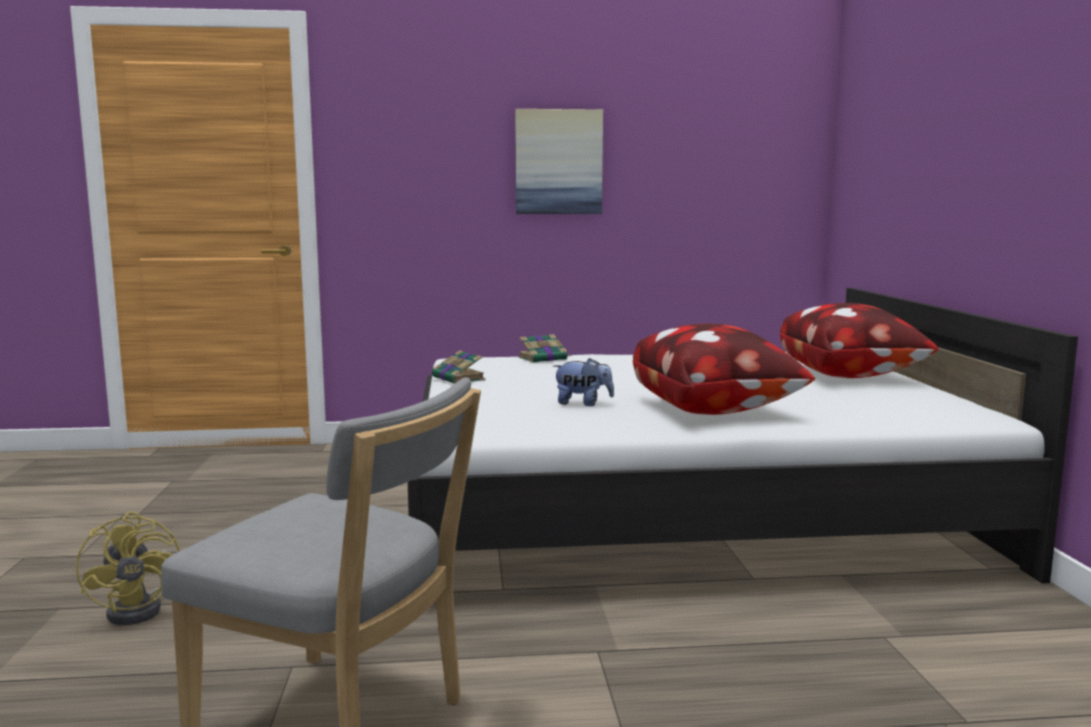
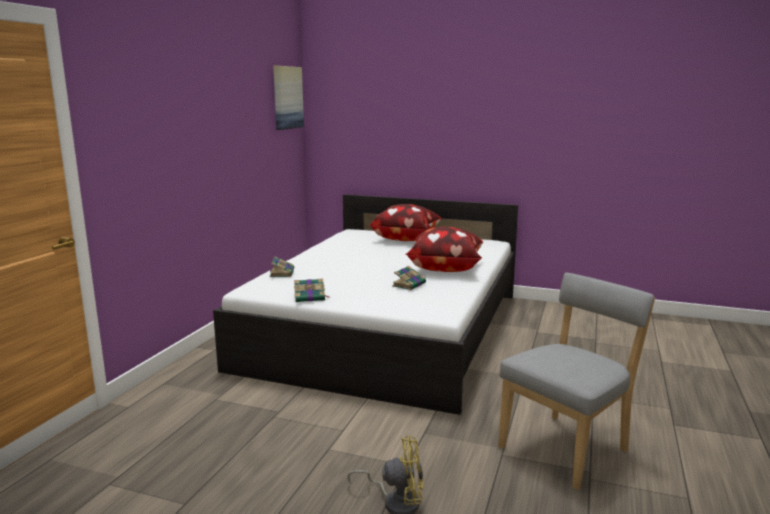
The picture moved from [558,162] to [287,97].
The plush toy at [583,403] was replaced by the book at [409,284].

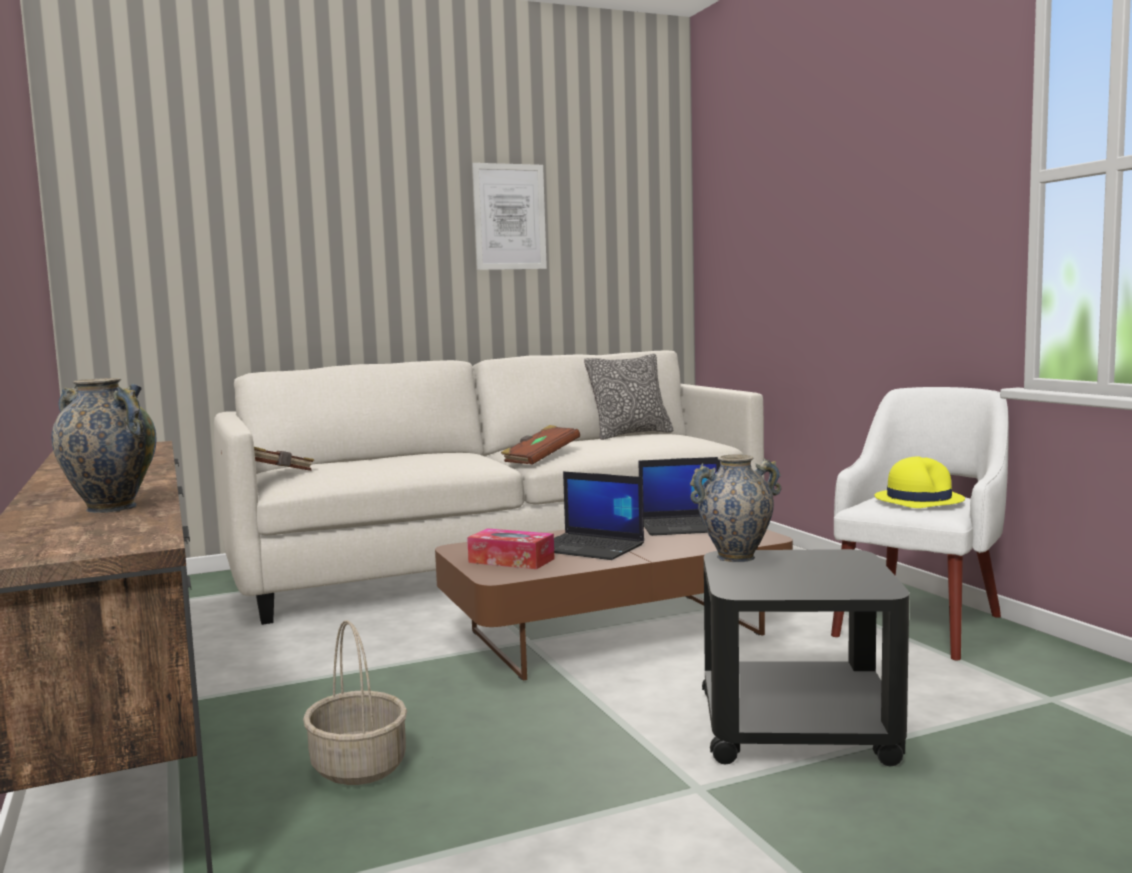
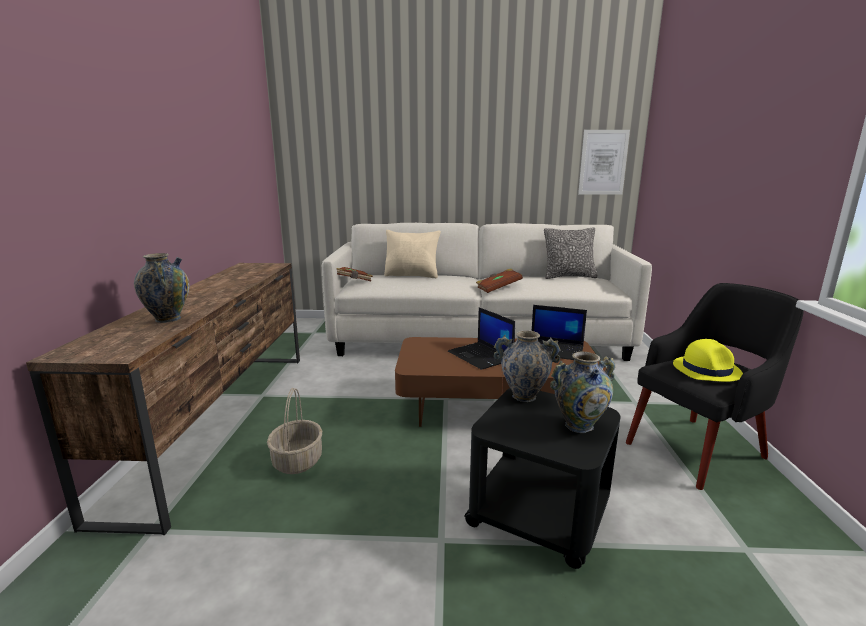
The tissue box at [511,560] disappeared.
The pillow (beige) at [412,276] appeared.
The vase at [579,426] appeared.
The picture moved from [509,217] to [603,162].
The armchair (white) at [921,624] became the armchair (black) at [698,449].

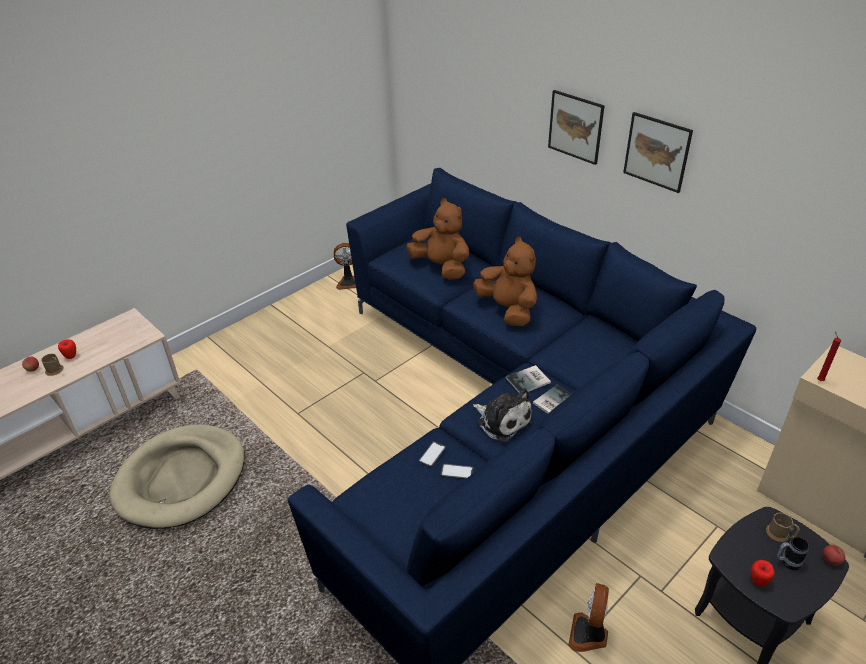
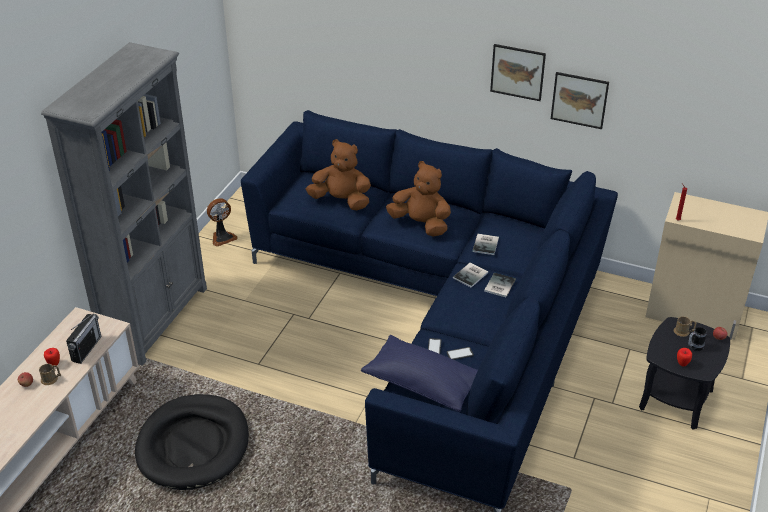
The plush toy at [502,421] disappeared.
The fan at [589,634] disappeared.
The bookcase (grey) at [156,319] appeared.
The radio at [86,349] appeared.
The pillow (blue) at [423,383] appeared.
The book at [486,244] appeared.
The picture moved from [575,127] to [579,100].
The dog bed (beige) at [181,479] became the dog bed (black) at [193,445].

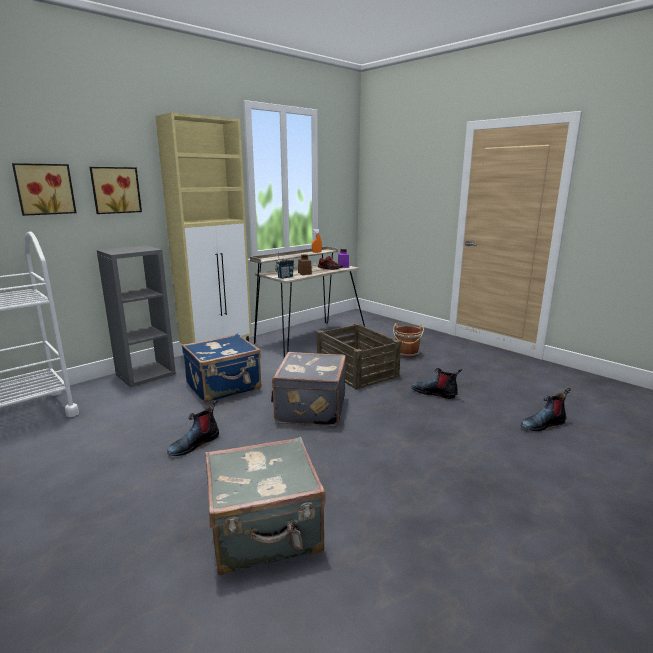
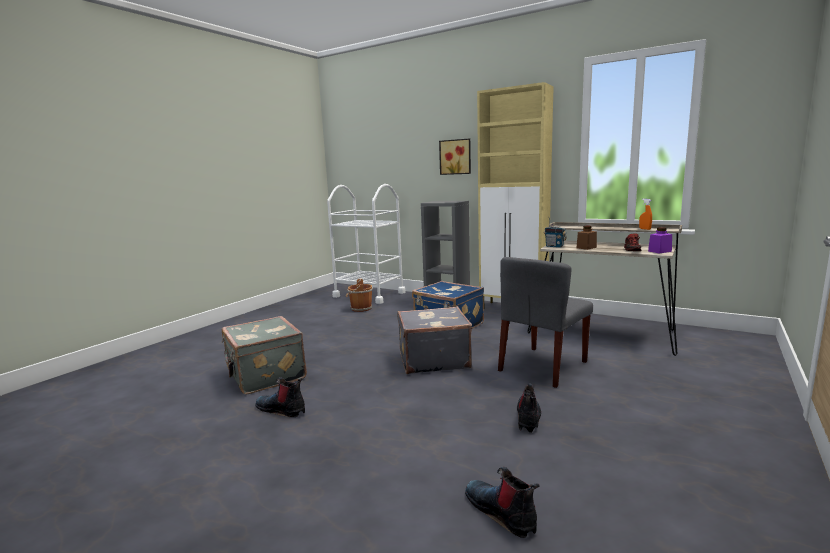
The picture at [44,189] disappeared.
The boot moved from [194,444] to [282,410].
The bucket (brown) moved from [407,353] to [360,308].
The crate at [356,371] was replaced by the chair (grey) at [543,366].

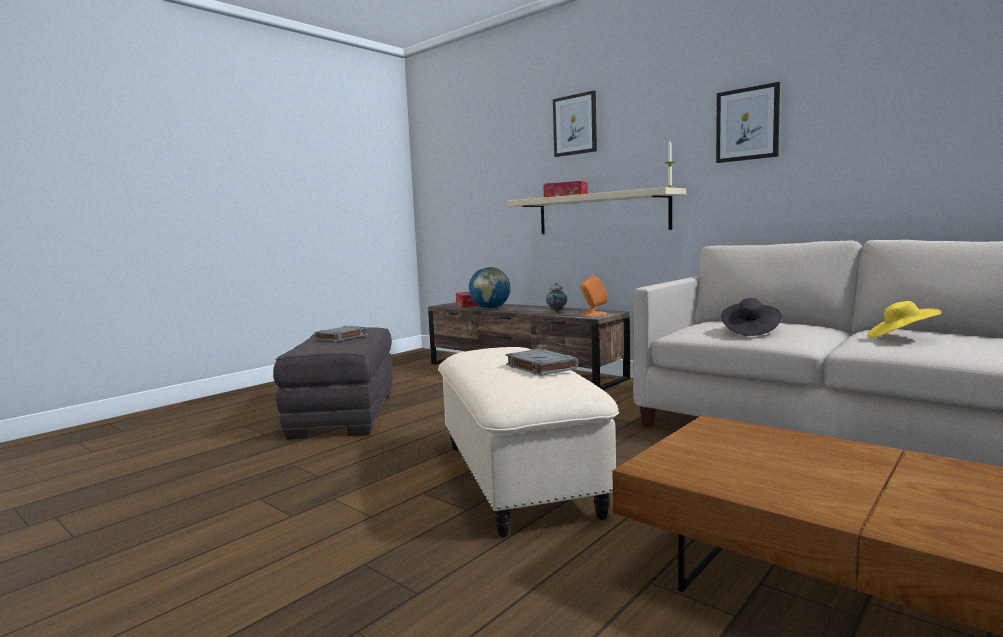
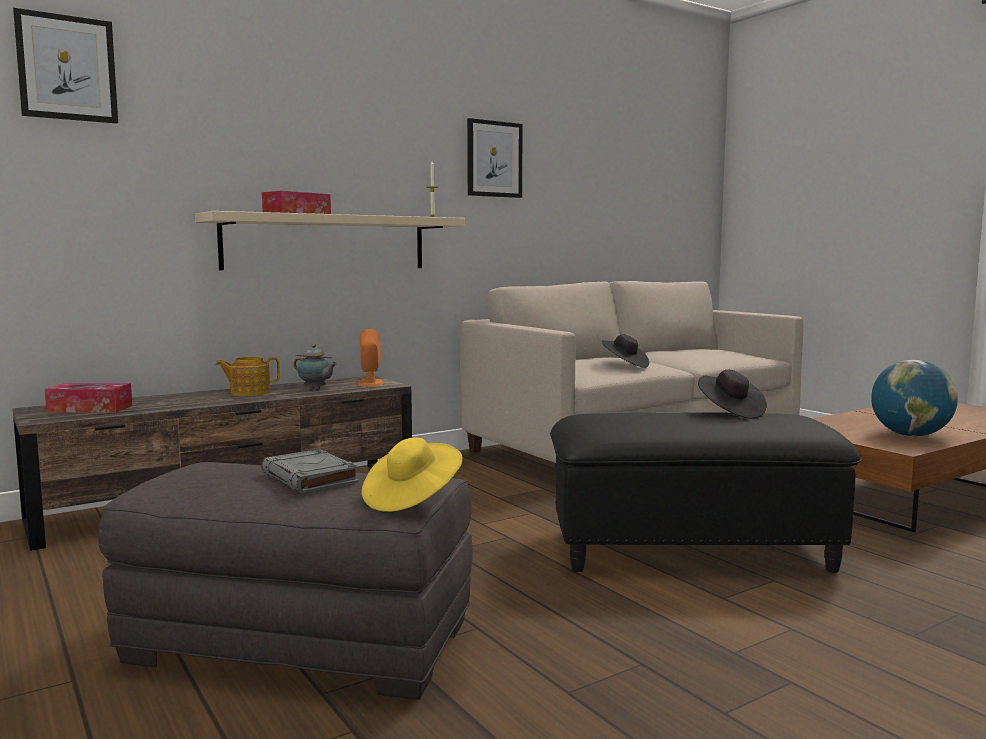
The teapot at [249,392] appeared.
The globe moved from [490,308] to [910,435].
The picture moved from [575,125] to [67,68].
The hat (yellow) moved from [900,337] to [412,499].
The book (grey) at [540,367] was replaced by the hat (black) at [730,412].
The ottoman (beige) at [520,478] became the ottoman (black) at [692,550].

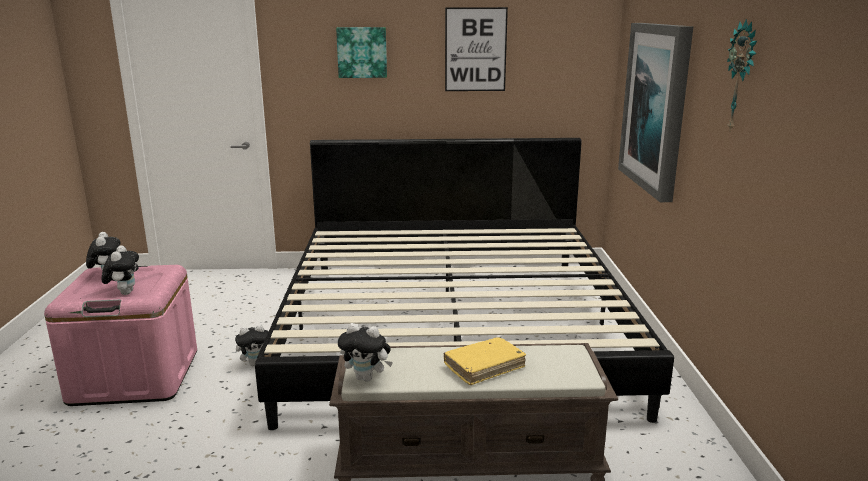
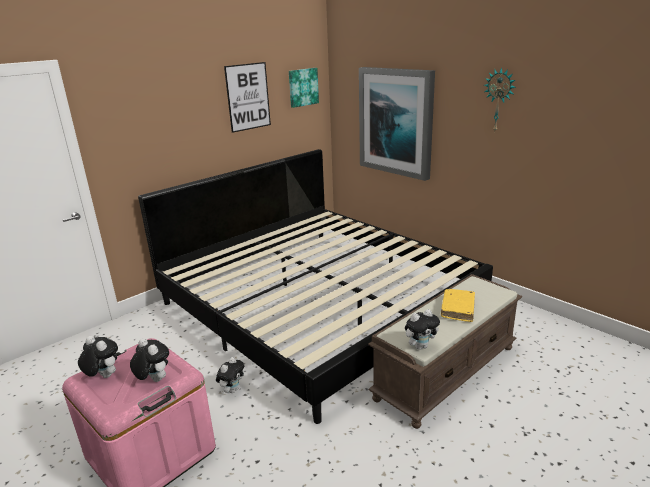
The picture moved from [362,52] to [303,87].

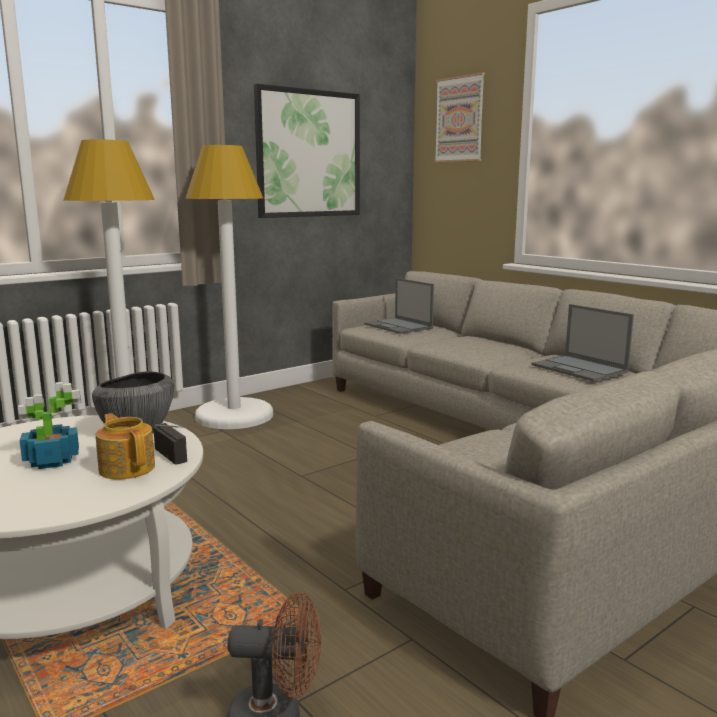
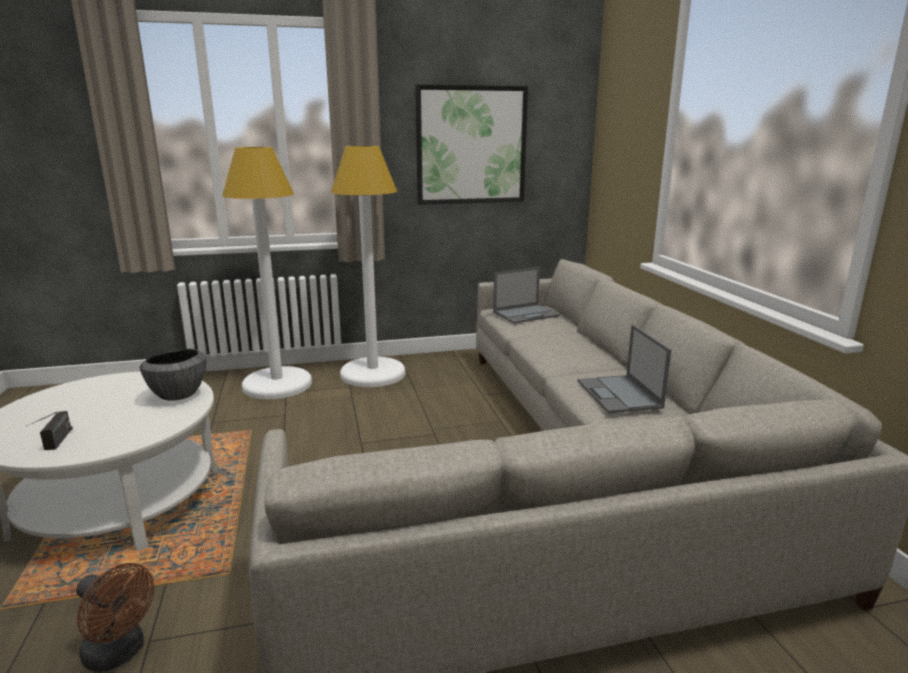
The potted plant at [51,460] disappeared.
The teapot at [127,468] disappeared.
The picture at [459,119] disappeared.
The radio moved from [178,459] to [55,445].
The laptop at [399,326] turned 105 degrees counterclockwise.

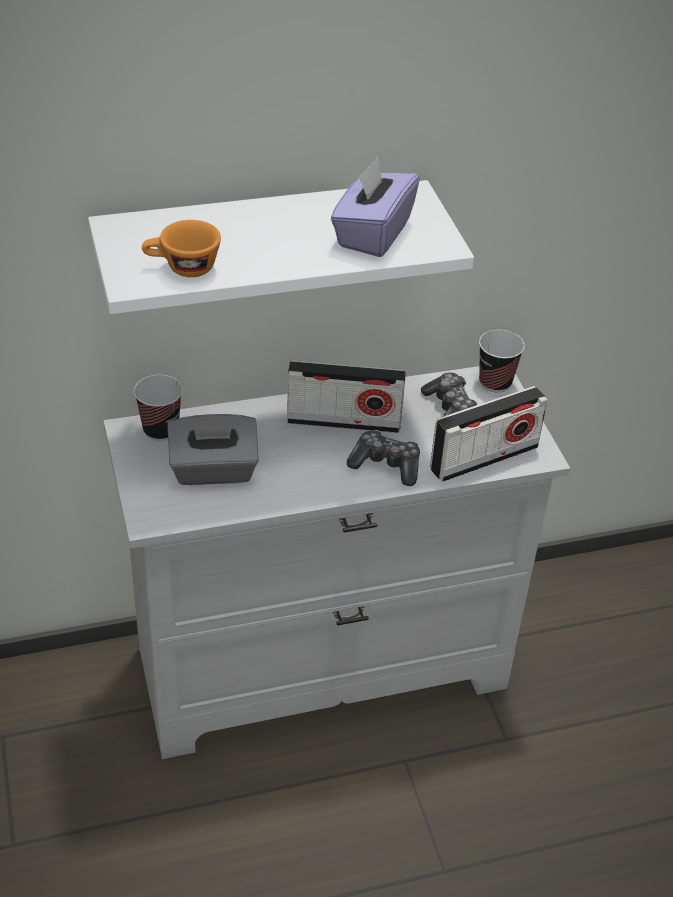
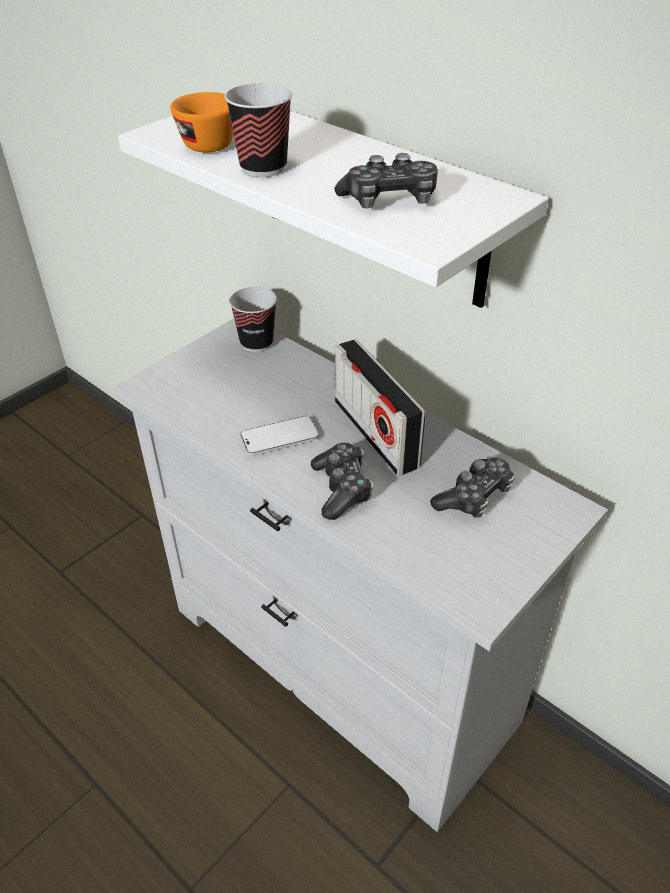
The tissue box (grey) at [213,471] disappeared.
The radio at [484,458] disappeared.
The phone at [279,437] appeared.
The cup moved from [495,382] to [263,168].
The tissue box (purple) at [372,234] was replaced by the game controller at [389,201].

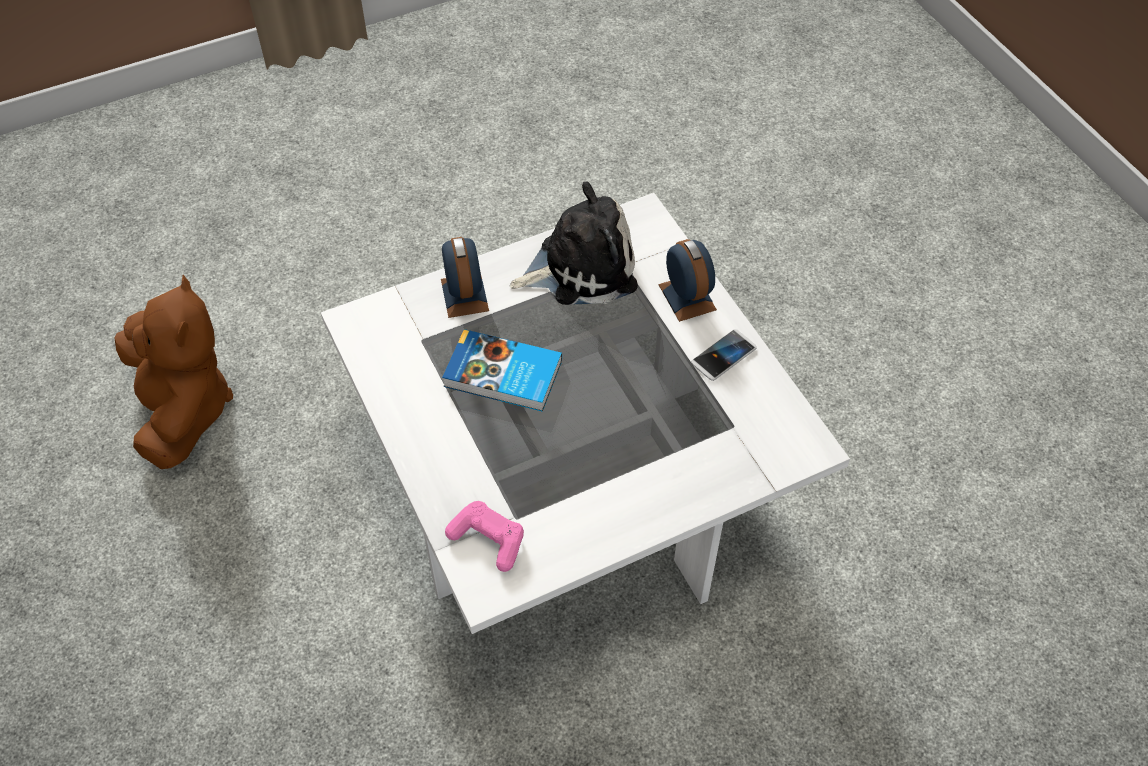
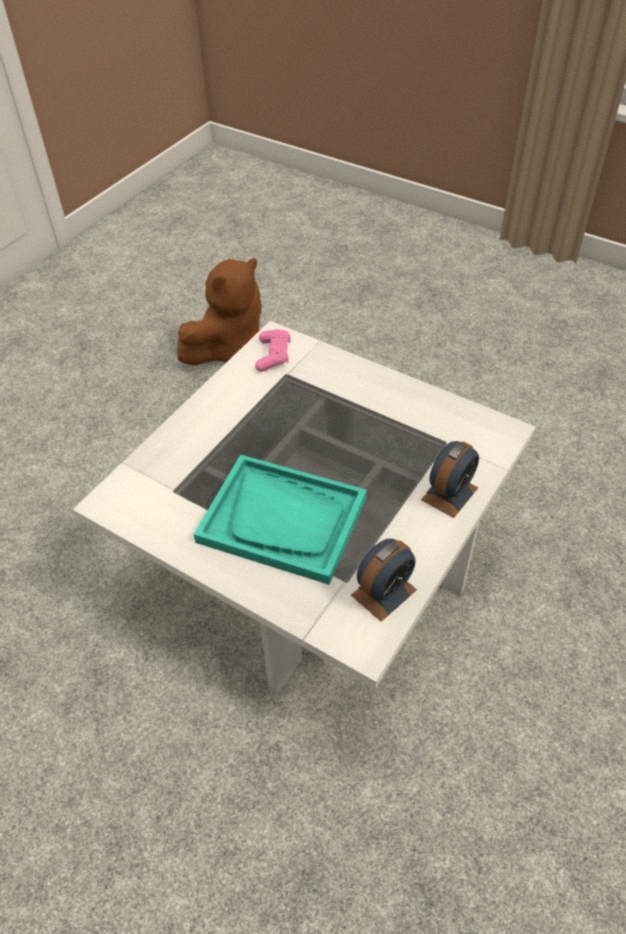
The book at [503,375] disappeared.
The plush toy at [581,267] disappeared.
The phone at [723,356] disappeared.
The tray (turquoise) at [283,520] appeared.
The alarm clock moved from [464,295] to [383,592].
The game controller (pink) moved from [488,540] to [273,356].

